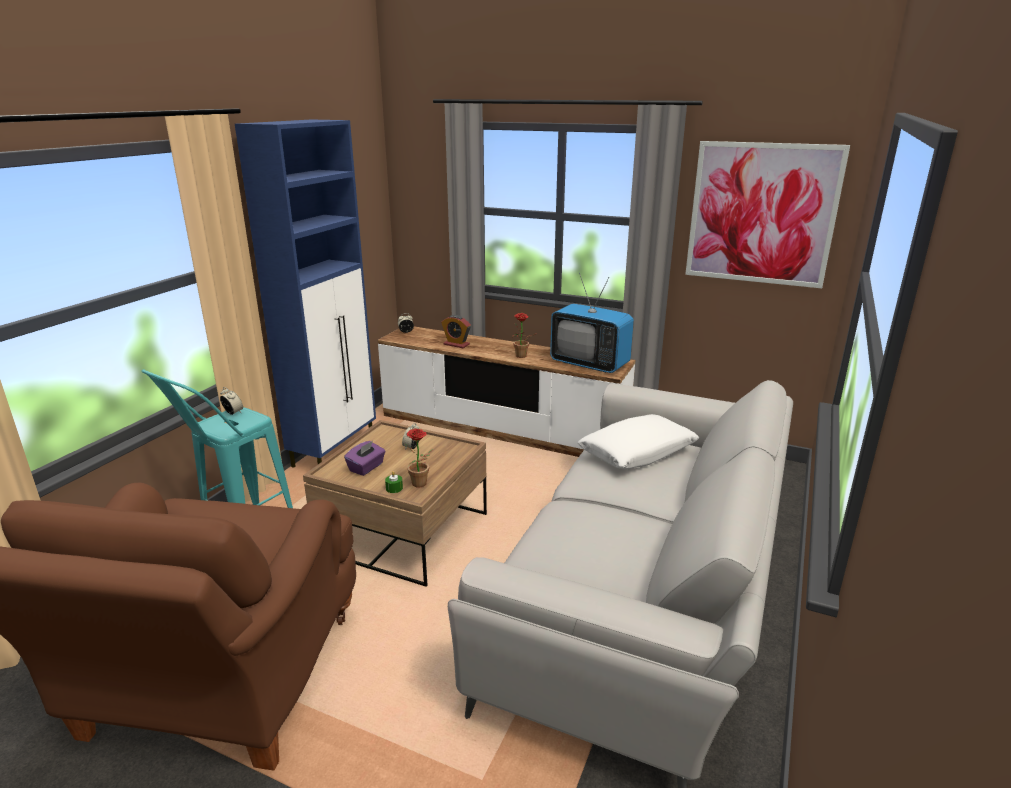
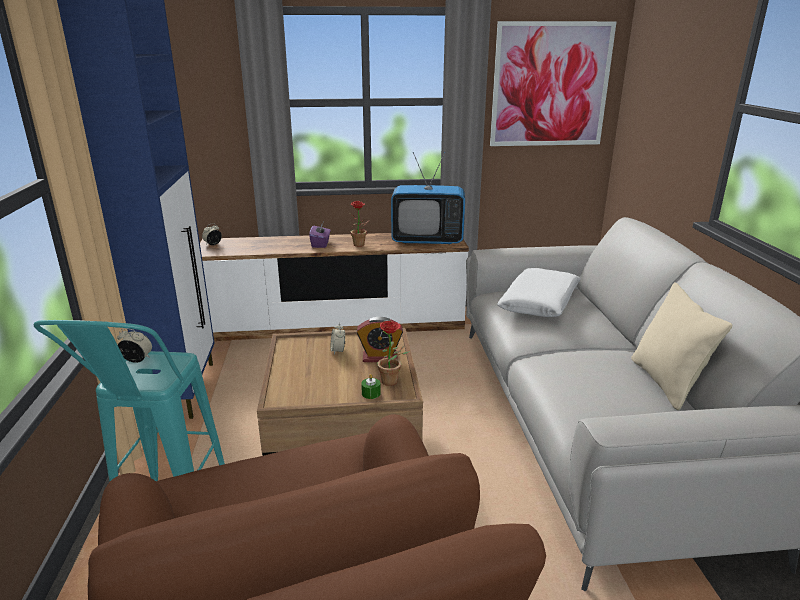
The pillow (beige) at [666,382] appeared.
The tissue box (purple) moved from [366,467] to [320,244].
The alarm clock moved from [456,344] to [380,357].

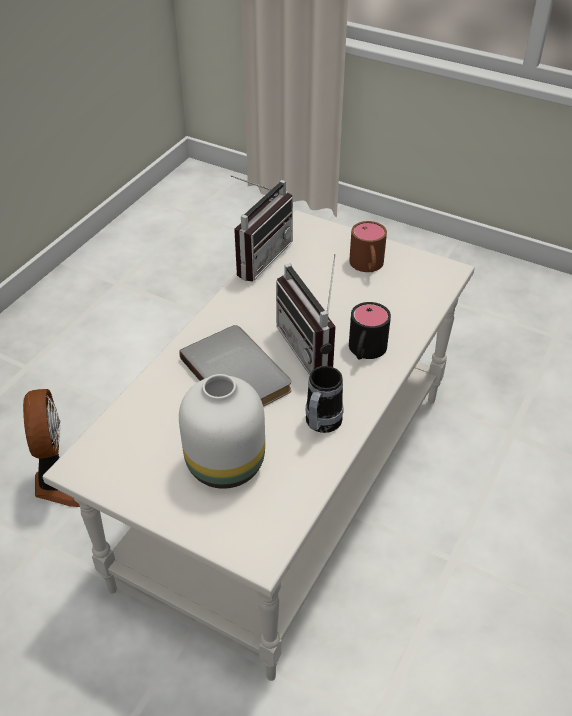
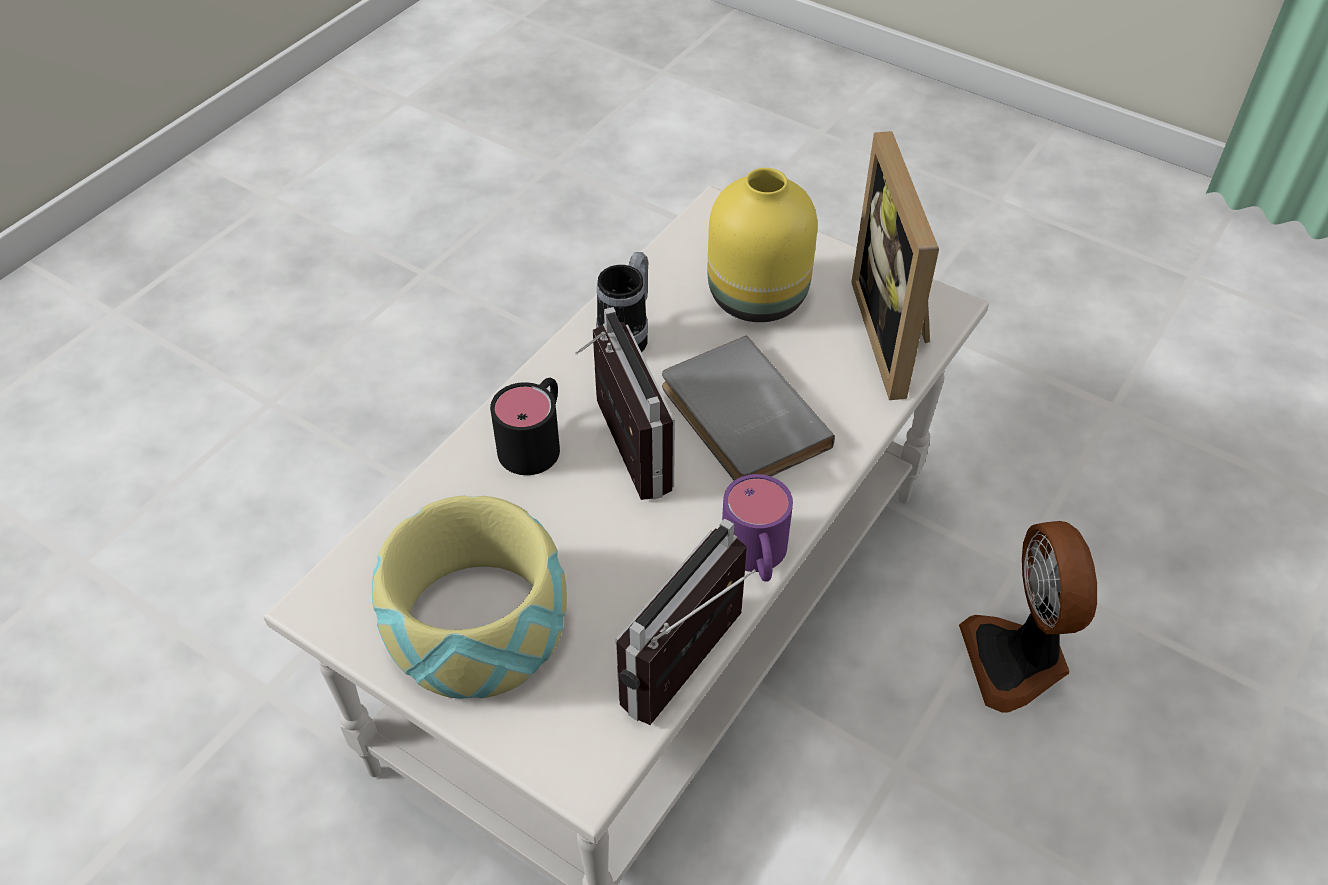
The mug (purple) at [756,558] appeared.
The picture frame at [897,336] appeared.
The mug (brown) at [367,266] was replaced by the bowl at [476,626].
The vase (white) at [227,463] became the vase (yellow) at [755,298].

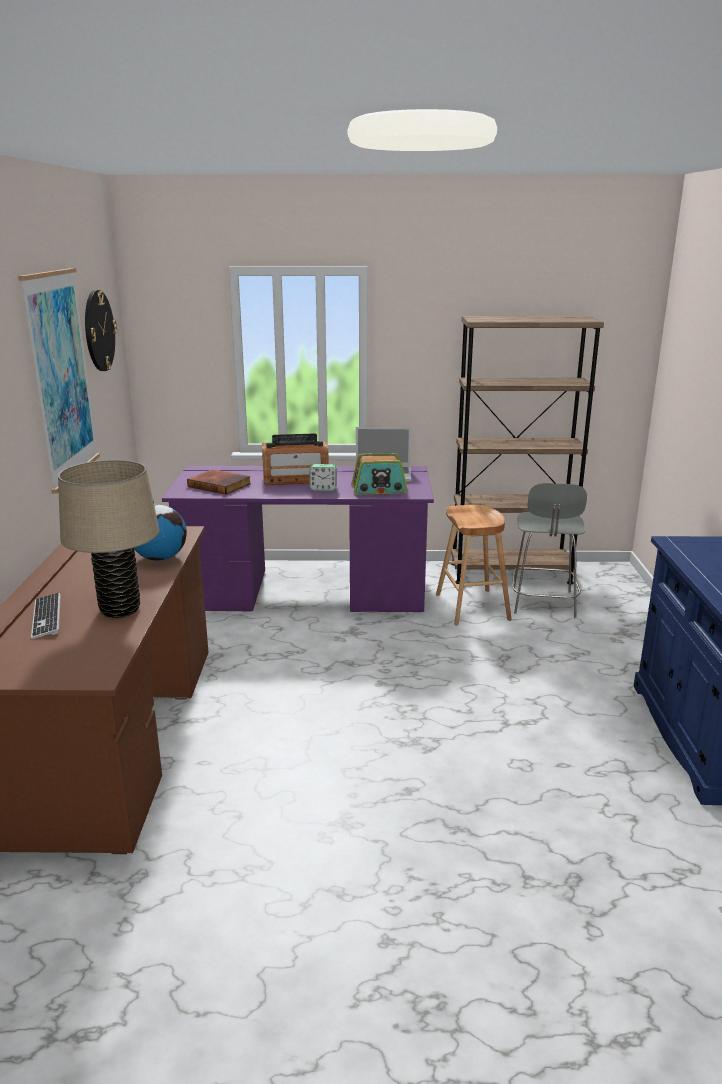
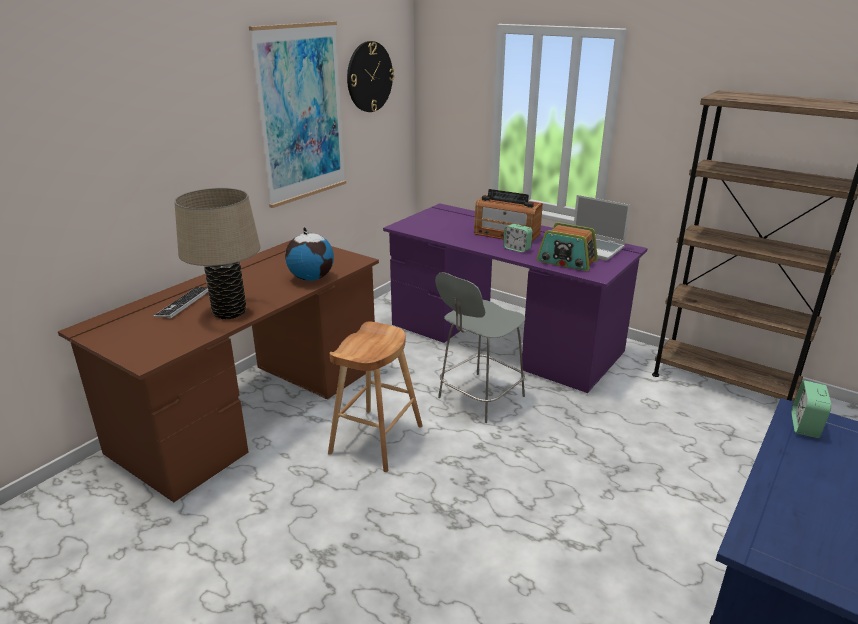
The book at [220,485] disappeared.
The alarm clock at [805,426] appeared.
The stool (brown) moved from [472,607] to [376,439].
The chair (grey) moved from [543,604] to [479,398].

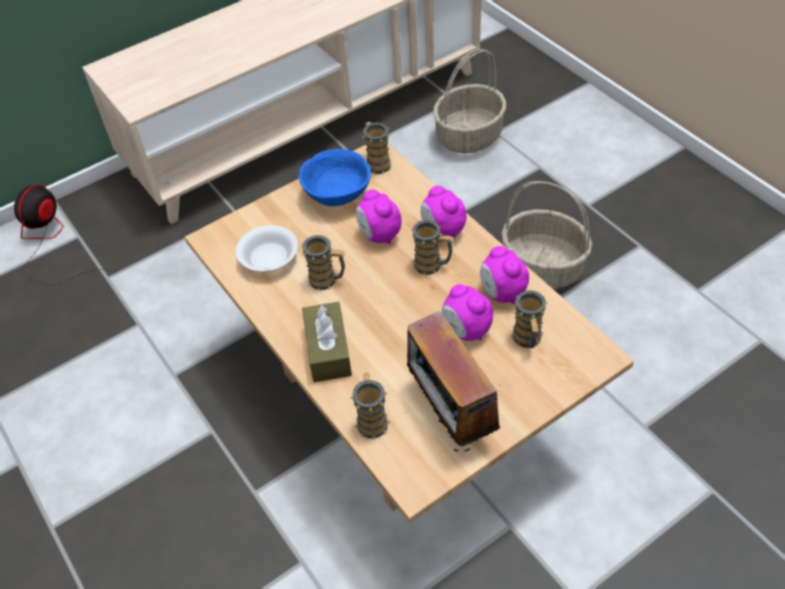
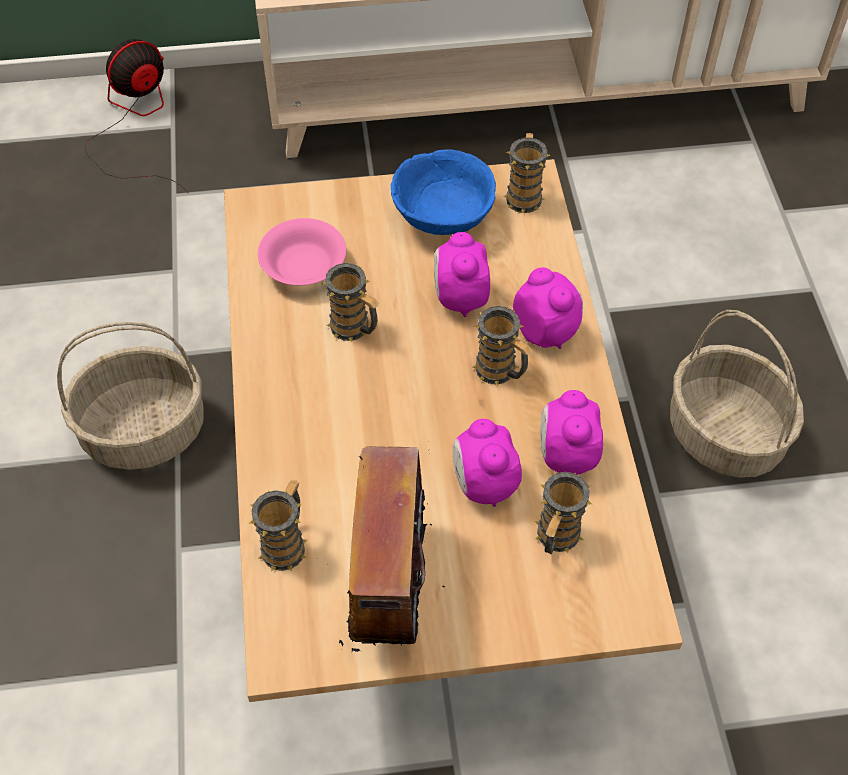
The tissue box (brown) at [328,350] disappeared.
The basket moved from [469,136] to [145,430].
The bowl (white) at [270,259] became the bowl (pink) at [304,267].
The alarm clock at [442,232] turned 150 degrees clockwise.

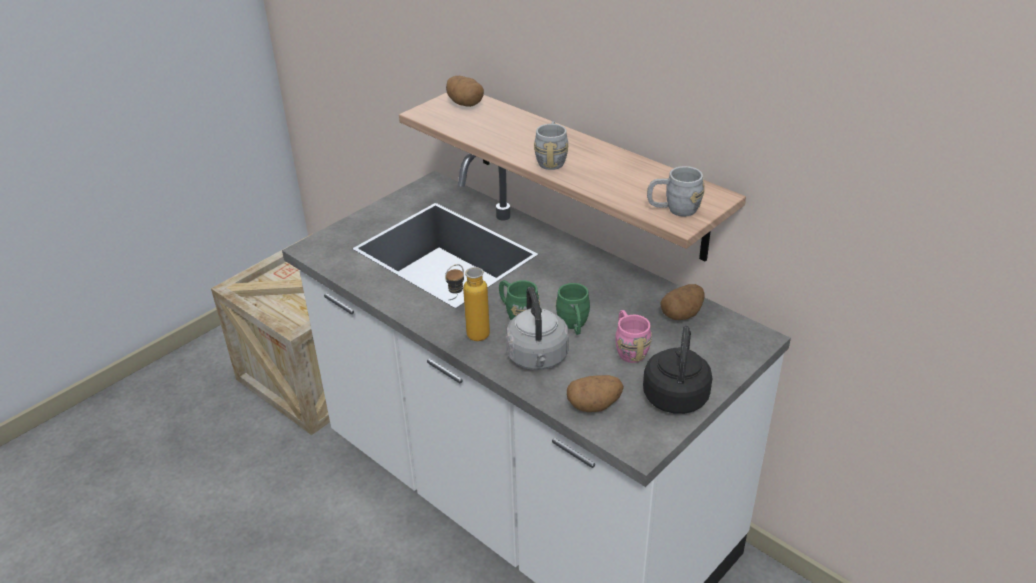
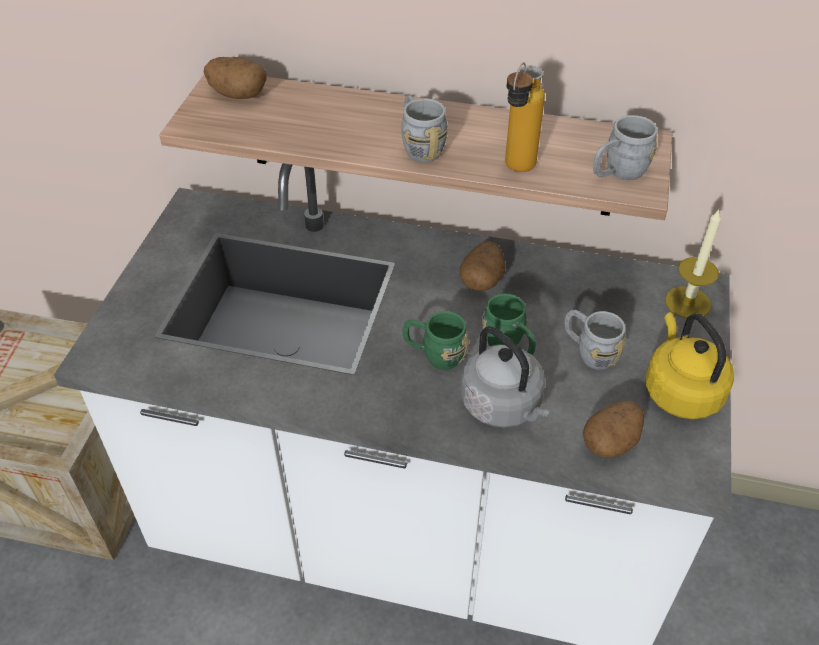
The candle at [687,302] appeared.
The bottle moved from [469,338] to [515,171].
The potato moved from [682,314] to [482,280].
The mug (pink) at [629,349] became the mug (grey) at [589,352].
The kettle (black) at [676,394] became the kettle (yellow) at [680,391].

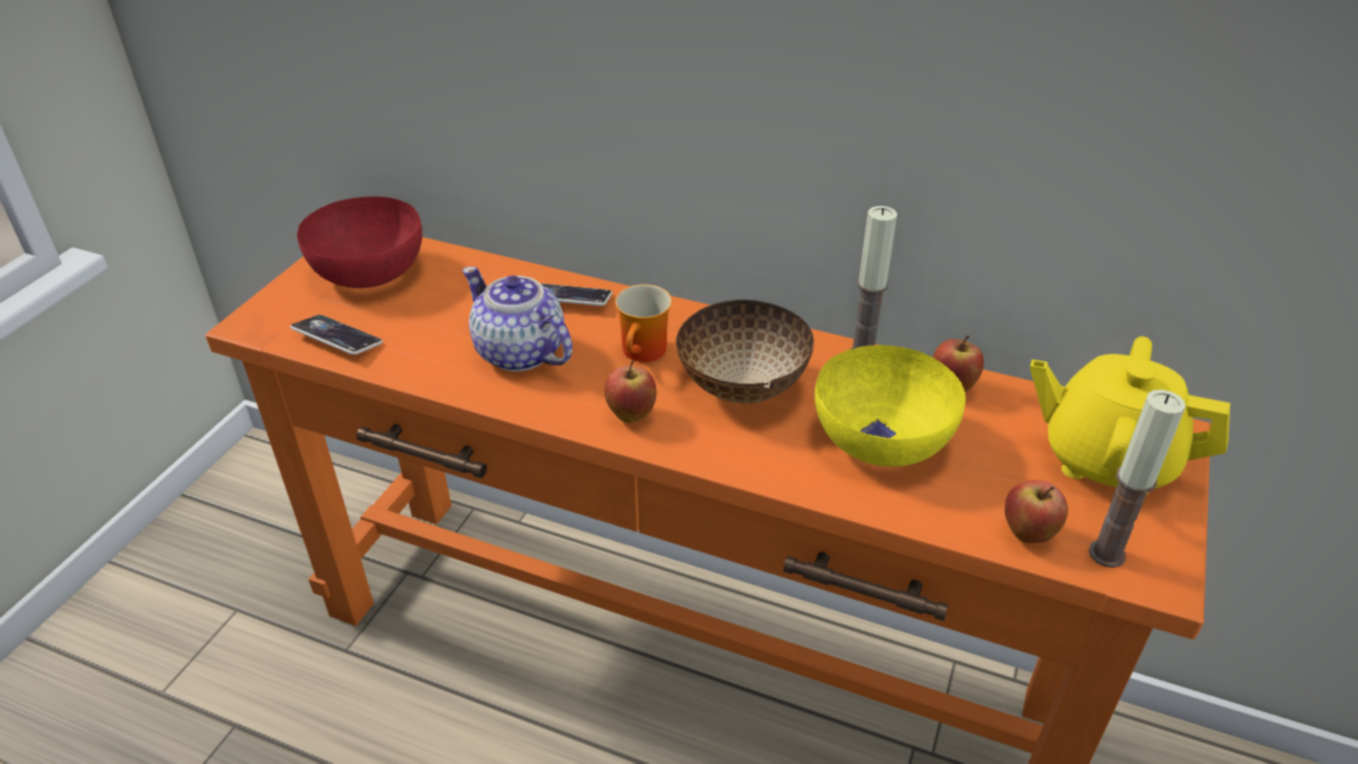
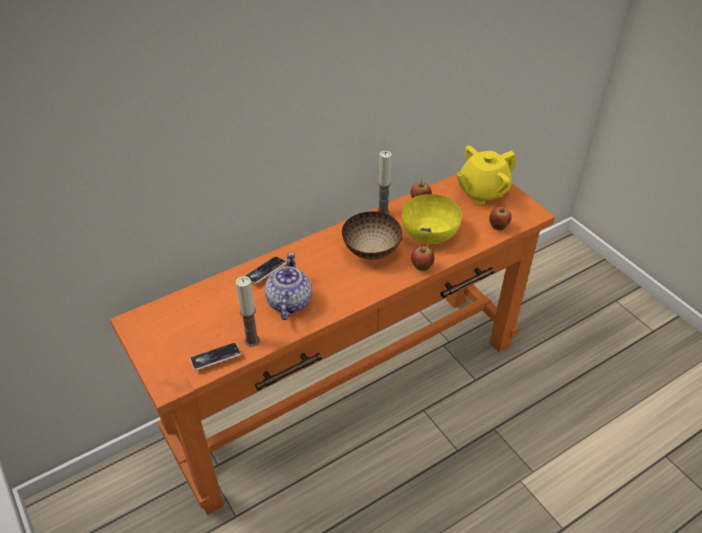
The bowl (red) at [368,272] disappeared.
The mug at [646,353] disappeared.
The apple moved from [631,415] to [421,267].
The candle moved from [1106,554] to [252,340].
The teapot at [520,353] turned 105 degrees clockwise.

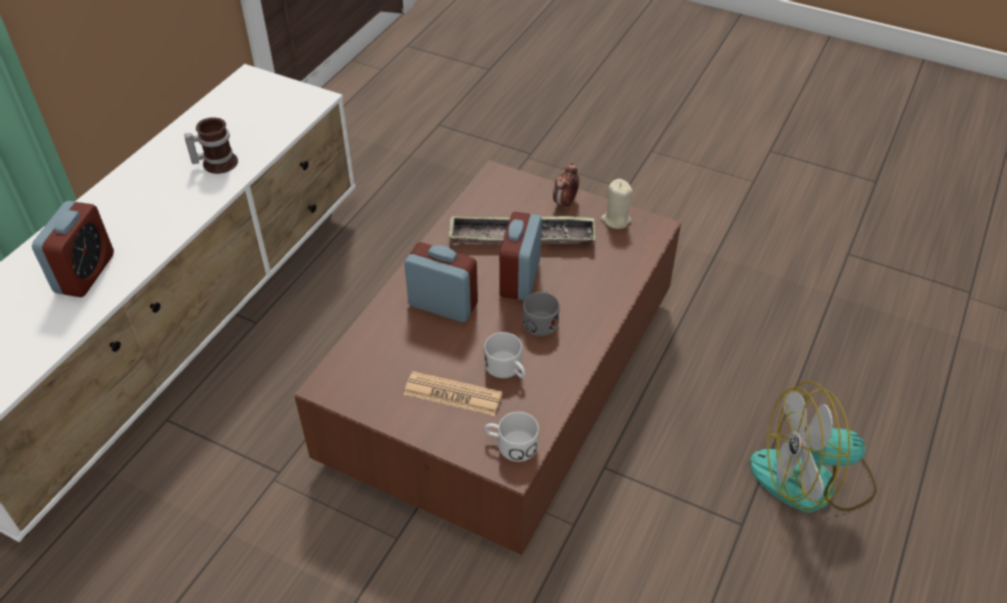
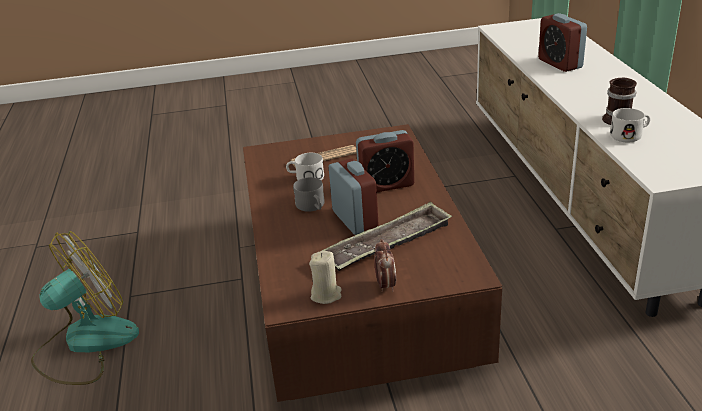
The mug (white) moved from [510,445] to [630,135].

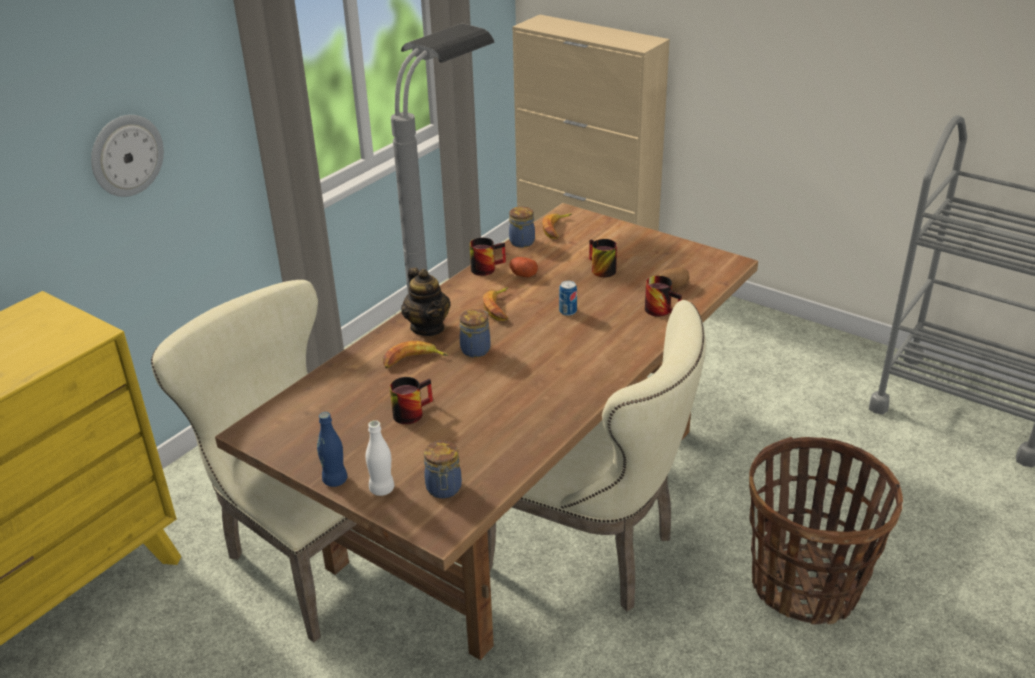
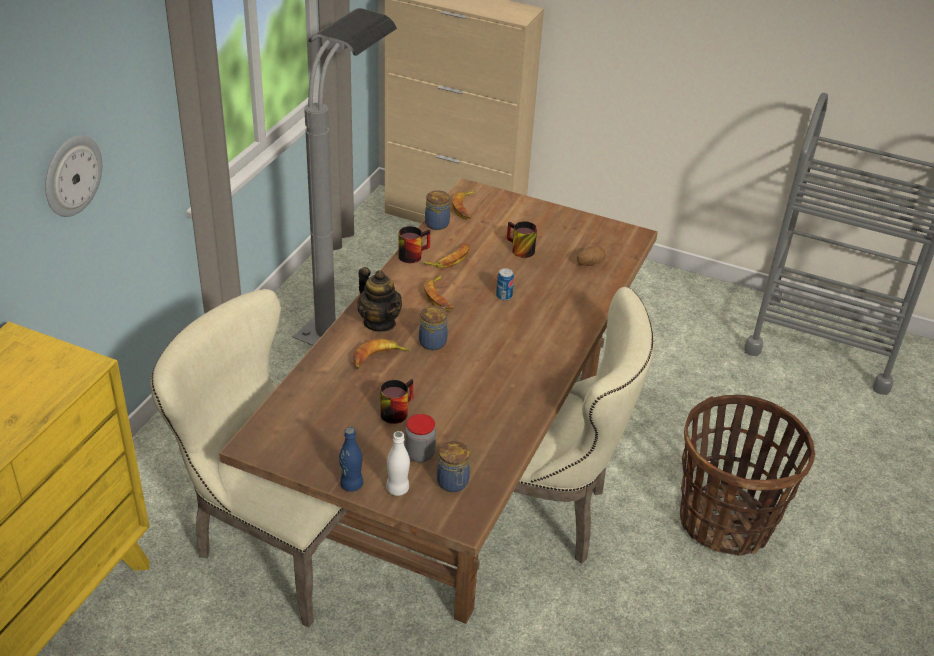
The mug at [663,310] disappeared.
The jar at [420,454] appeared.
The potato at [522,274] was replaced by the banana at [449,259].

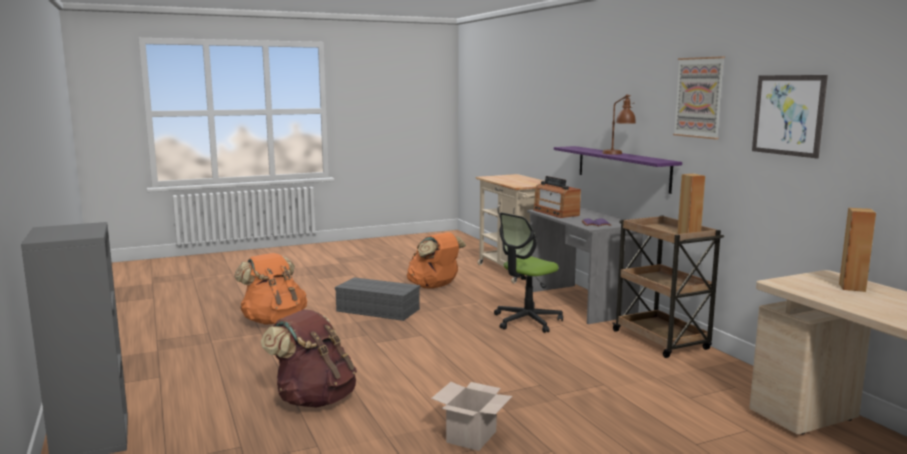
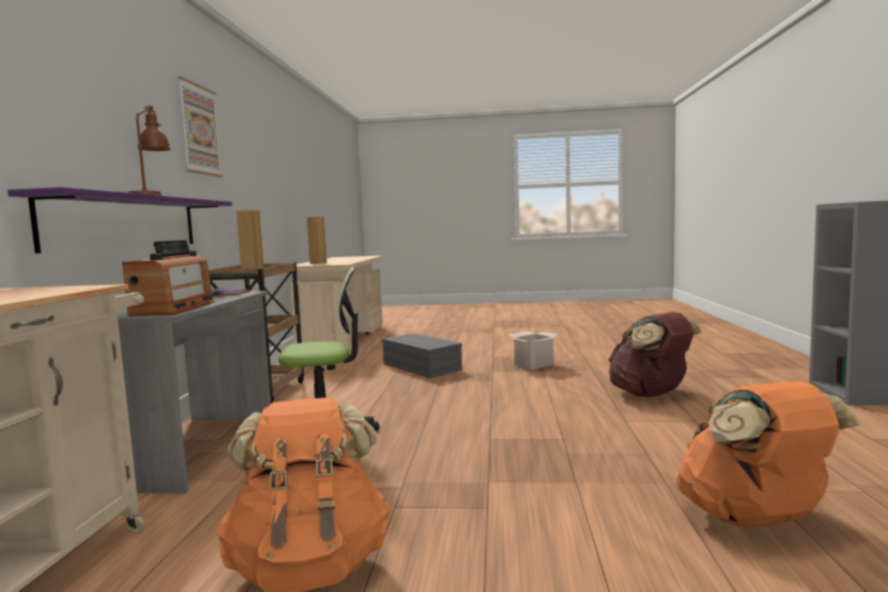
The picture at [788,115] disappeared.
The storage box (grey) moved from [376,310] to [423,367].

